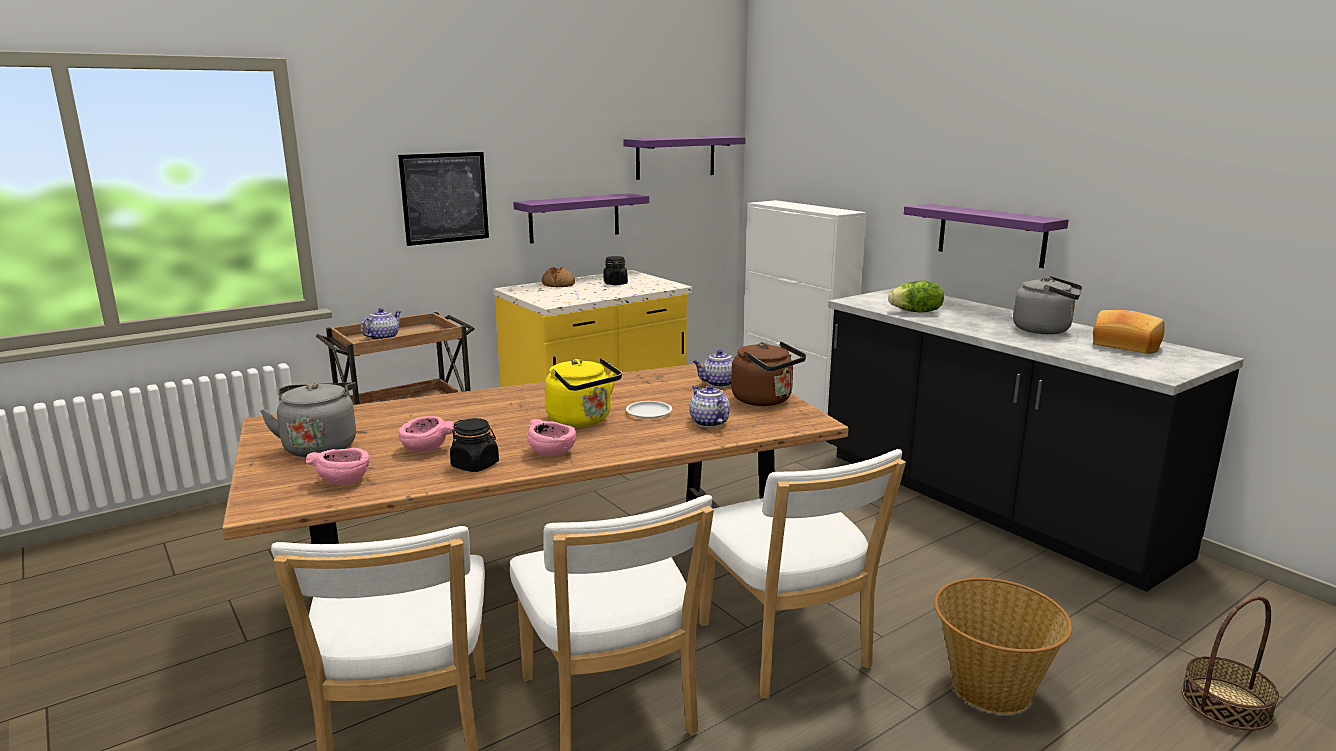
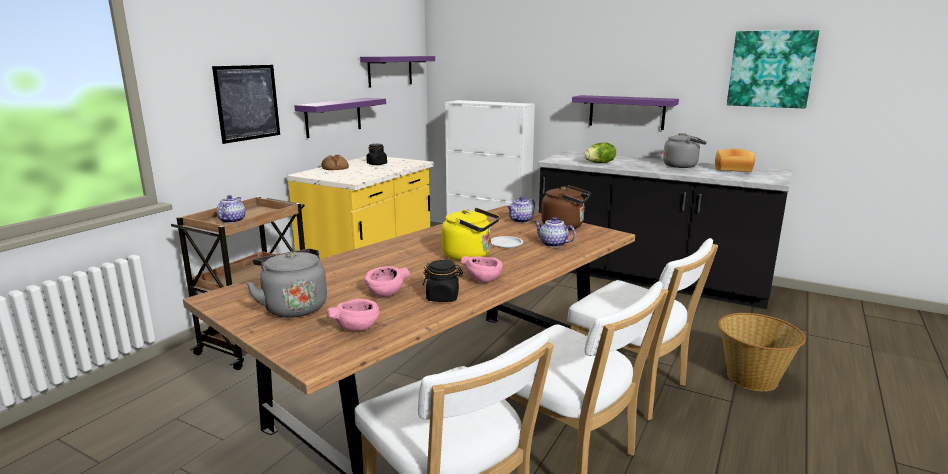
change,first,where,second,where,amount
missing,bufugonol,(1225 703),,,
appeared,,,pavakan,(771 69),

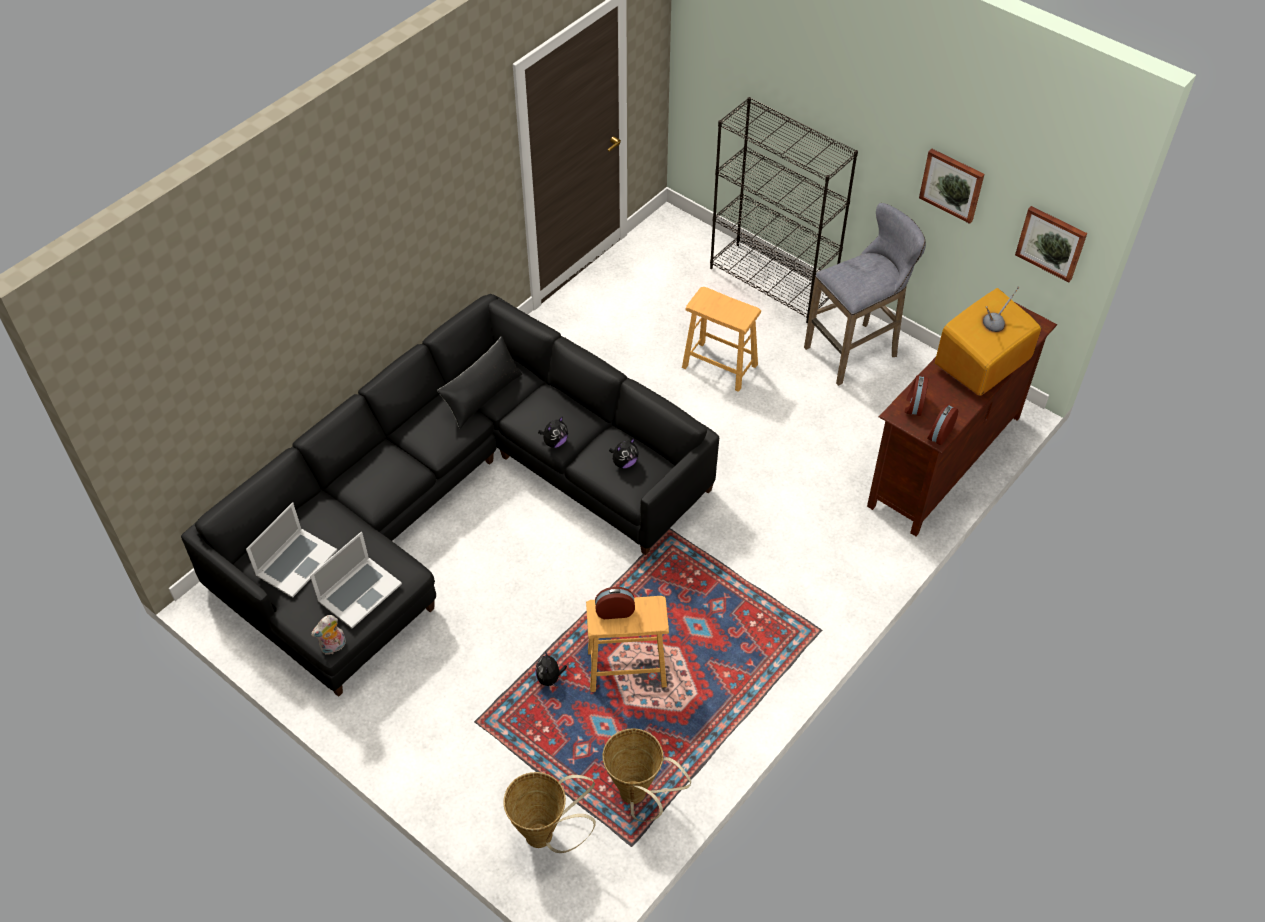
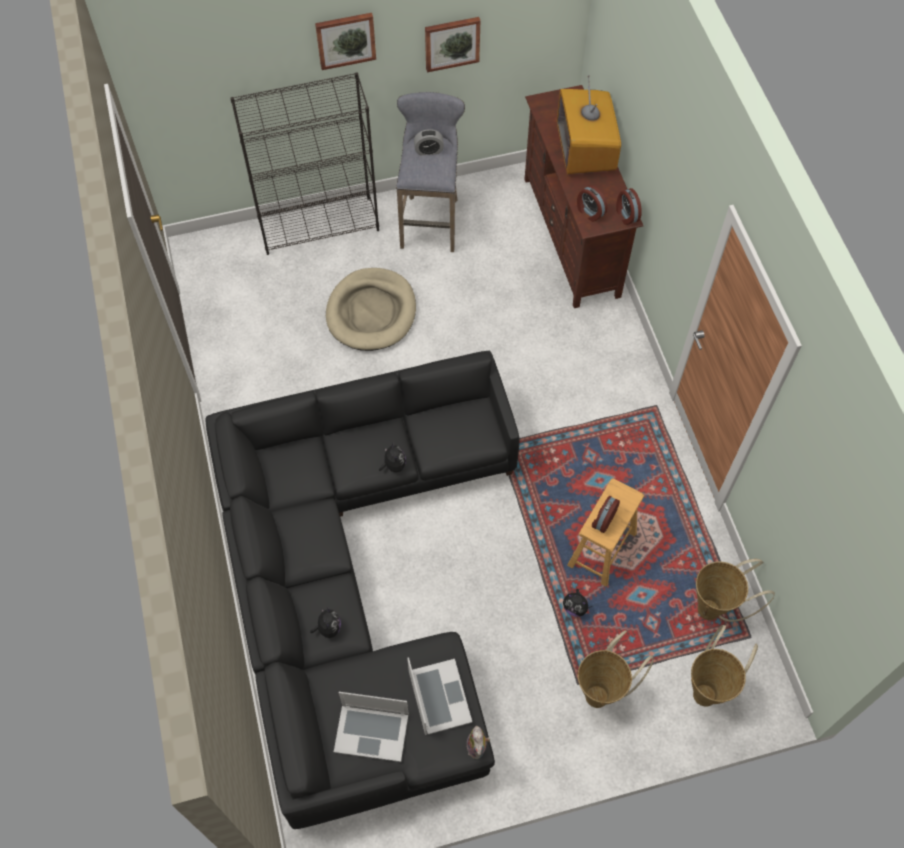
change,first,where,second,where,amount
missing,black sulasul,(482 395),,,
appeared,,,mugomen,(429 151),
appeared,,,bufugonol,(601 692),
relocated,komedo,(624 463),,(328 628),
relocated,pavakan,(1051 242),,(345 39),
exchanged,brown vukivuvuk,(719 366),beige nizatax,(371 312),
spun,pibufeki,(296 562),,(371 731),120 degrees clockwise

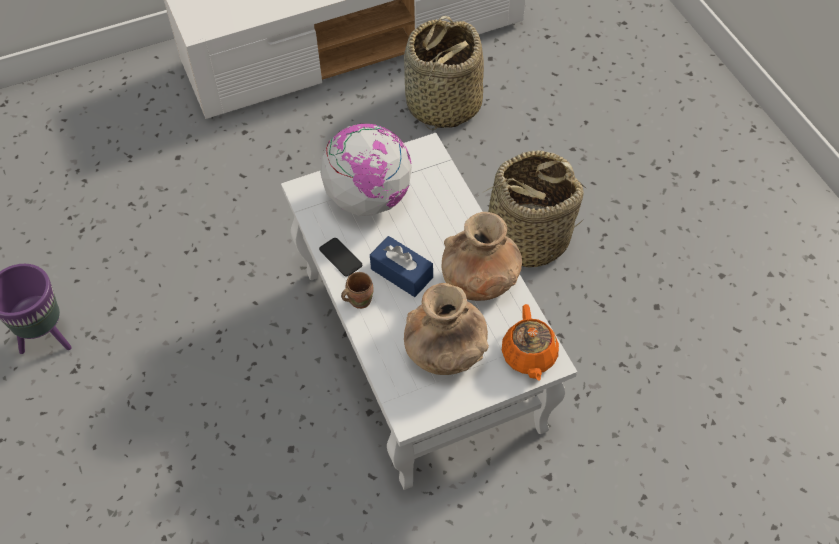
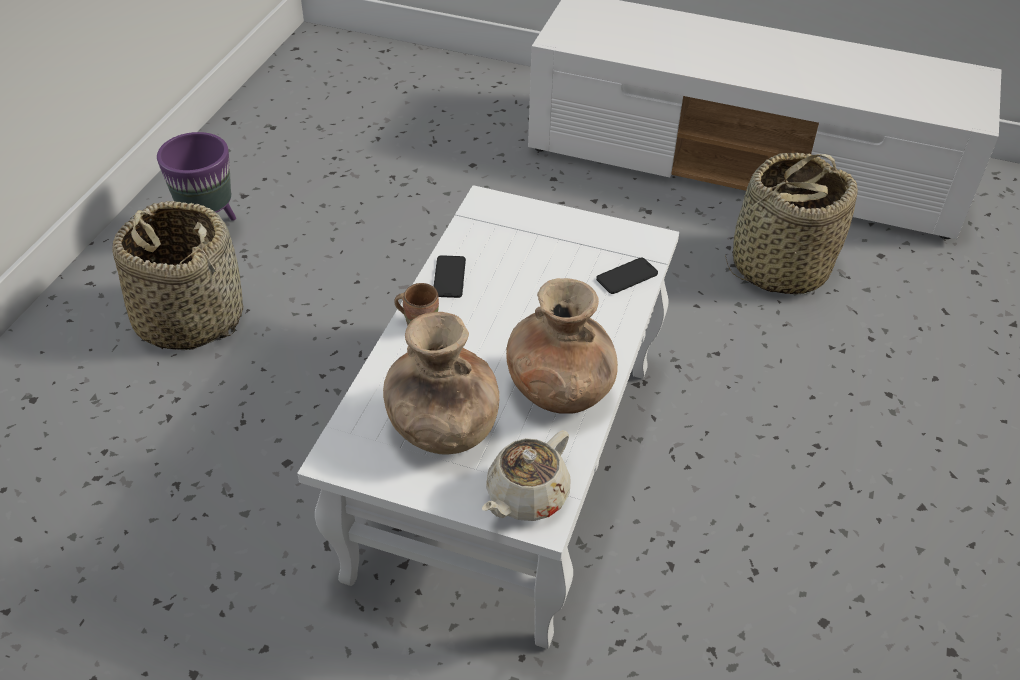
change,first,where,second,where,amount
missing,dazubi,(368 198),,,
missing,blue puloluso,(401 273),,,
appeared,,,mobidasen,(627 276),
relocated,bufugonol,(527 237),,(189 317),
colour,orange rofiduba,(529 356),beige rofiduba,(526 496),

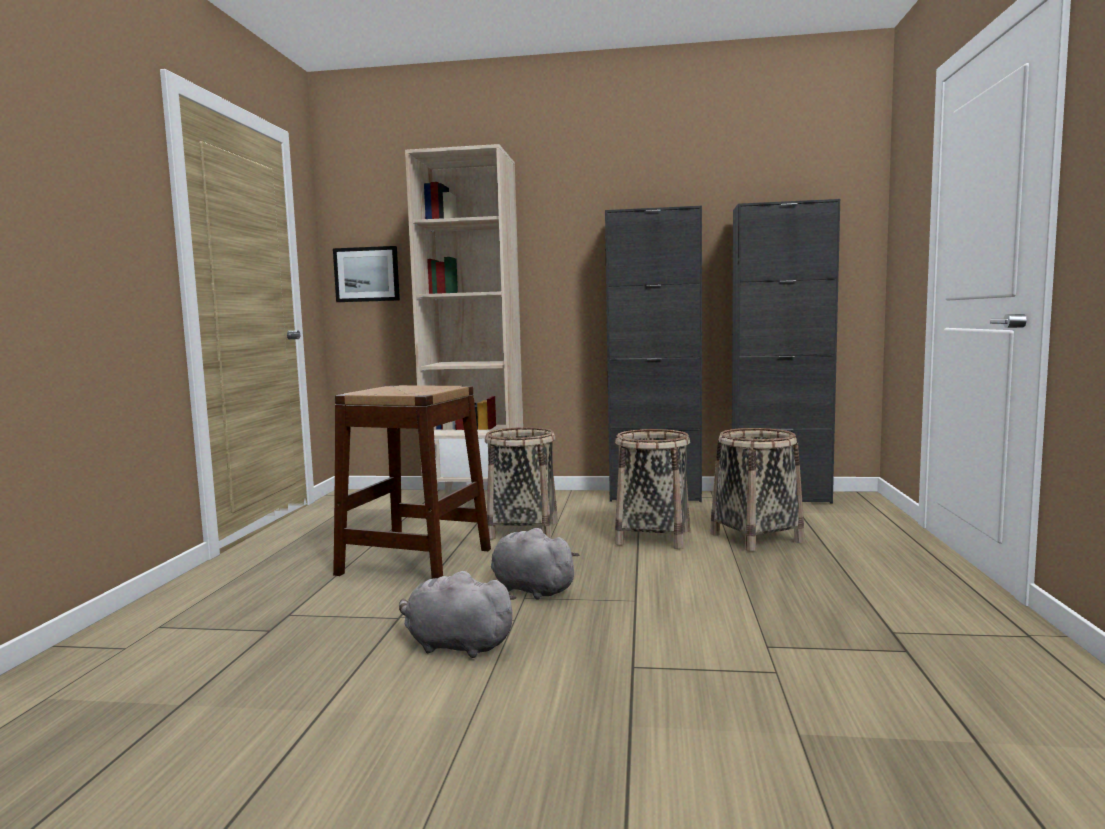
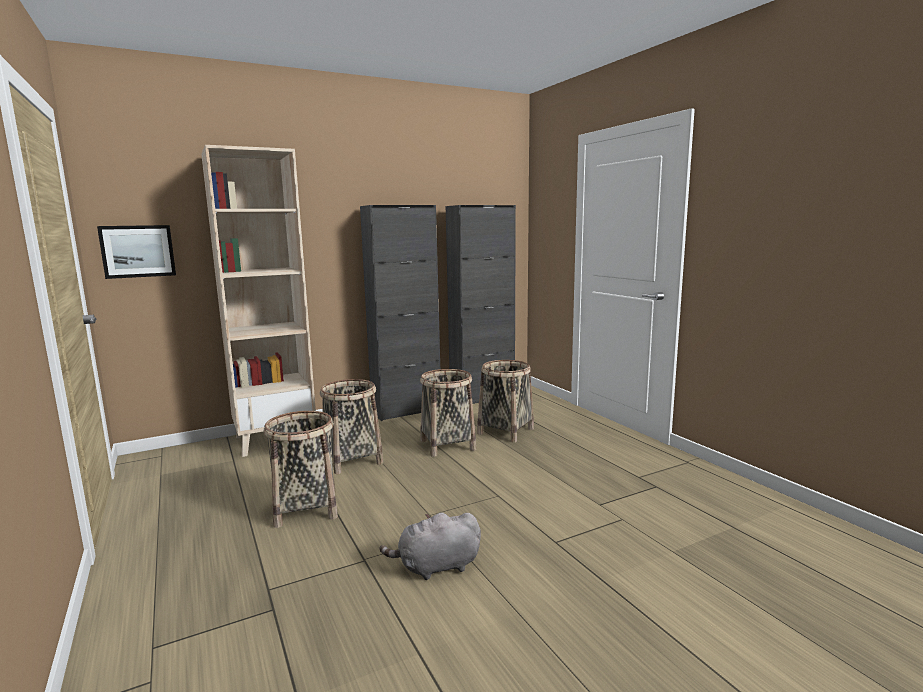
change,first,where,second,where,amount
missing,grey komedo,(530 589),,,
exchanged,brown vukivuvuk,(415 561),bufugonol,(306 508),

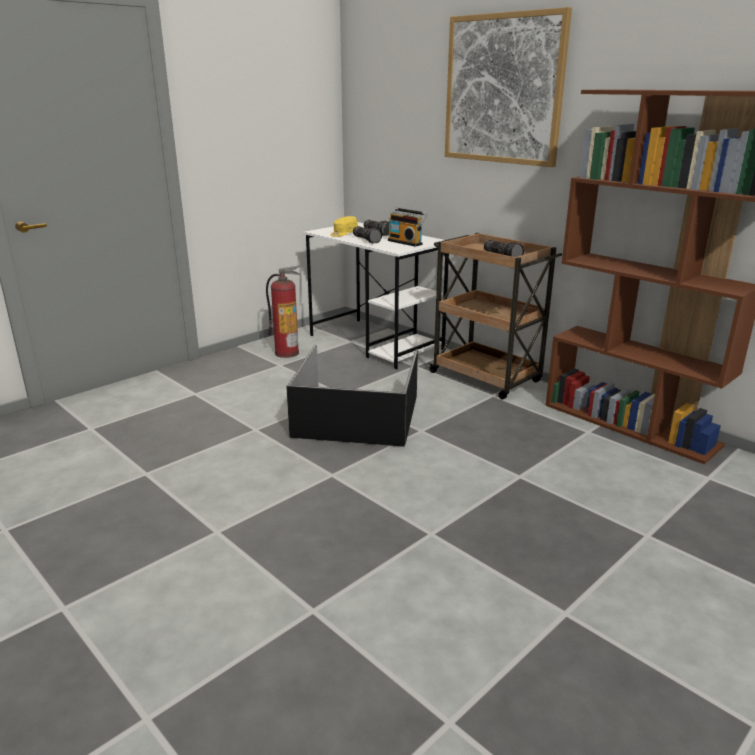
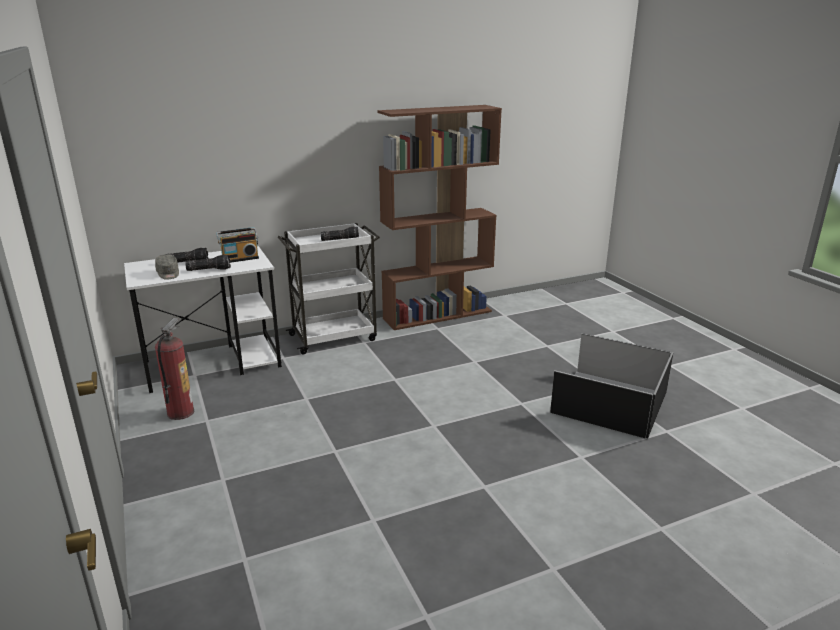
change,first,where,second,where,amount
missing,pavakan,(503 90),,,
relocated,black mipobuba,(358 416),,(609 401),
colour,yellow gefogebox,(343 233),grey gefogebox,(168 274),
colour,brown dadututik,(486 378),white dadututik,(334 337),

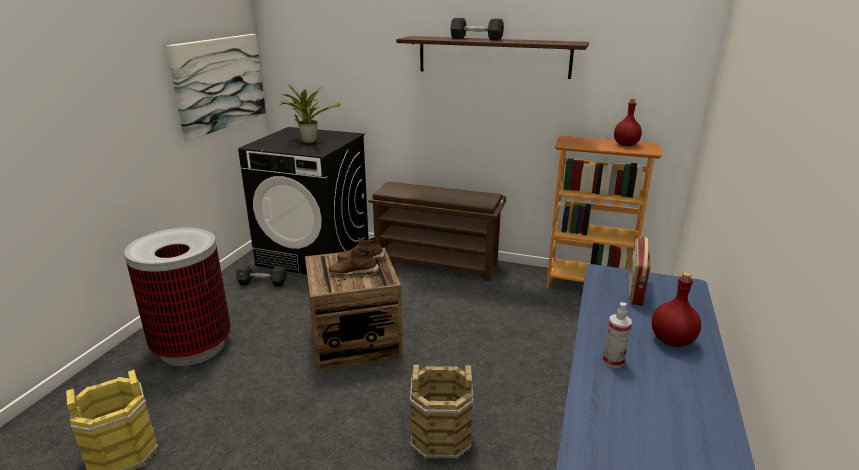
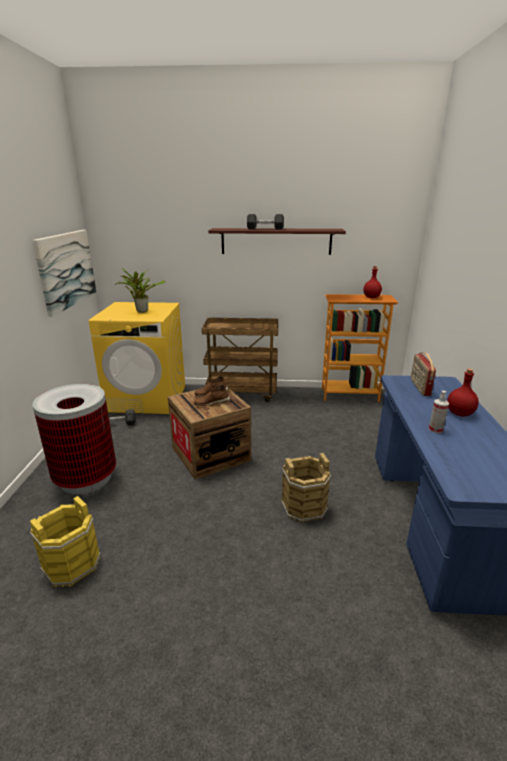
change,first,where,second,where,amount
exchanged,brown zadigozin,(437 262),brown dadututik,(242 393),
colour,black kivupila,(315 254),yellow kivupila,(147 398),

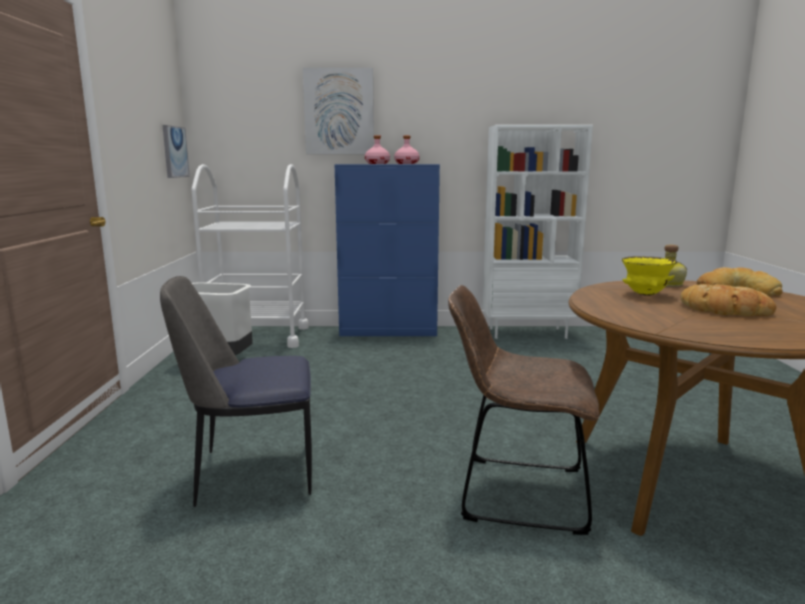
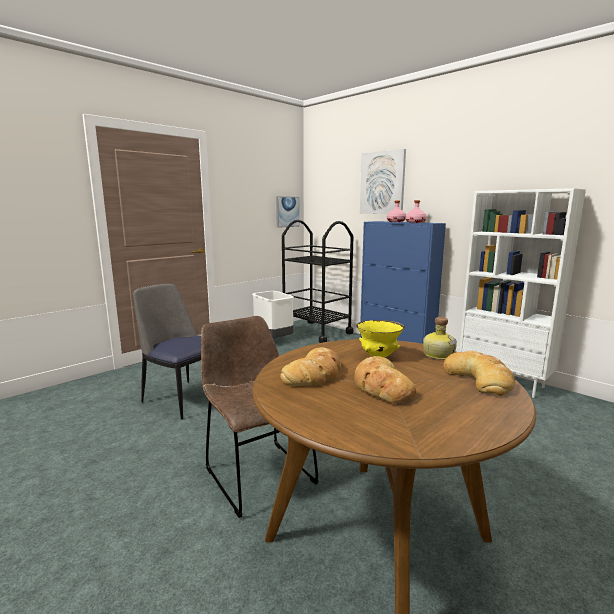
change,first,where,second,where,amount
appeared,,,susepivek,(315 374),
colour,white dadututik,(257 337),black dadututik,(316 331),

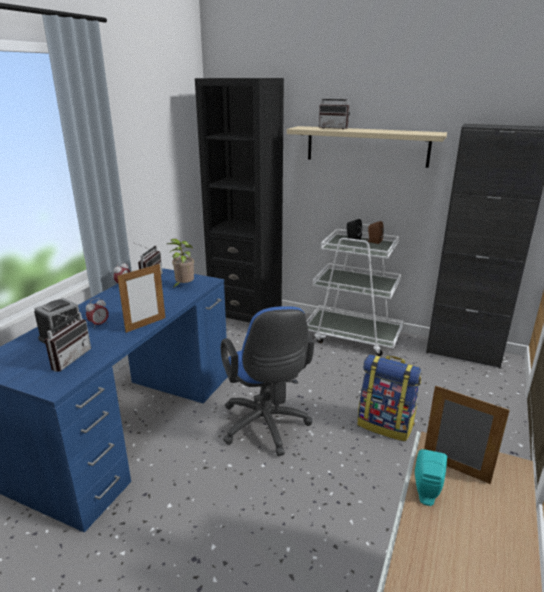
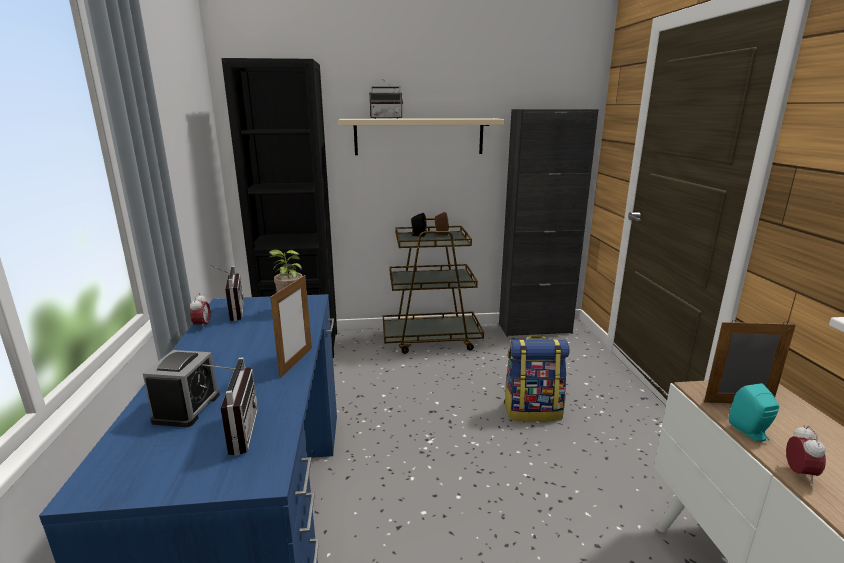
change,first,where,second,where,amount
missing,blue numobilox,(266 428),,,
relocated,mugomen,(99 325),,(799 473),
colour,white dadututik,(353 336),brown dadututik,(431 339),

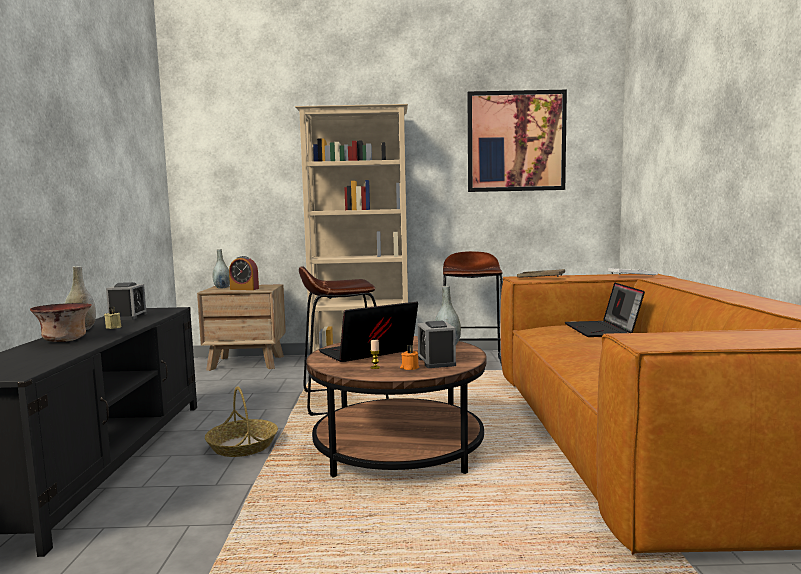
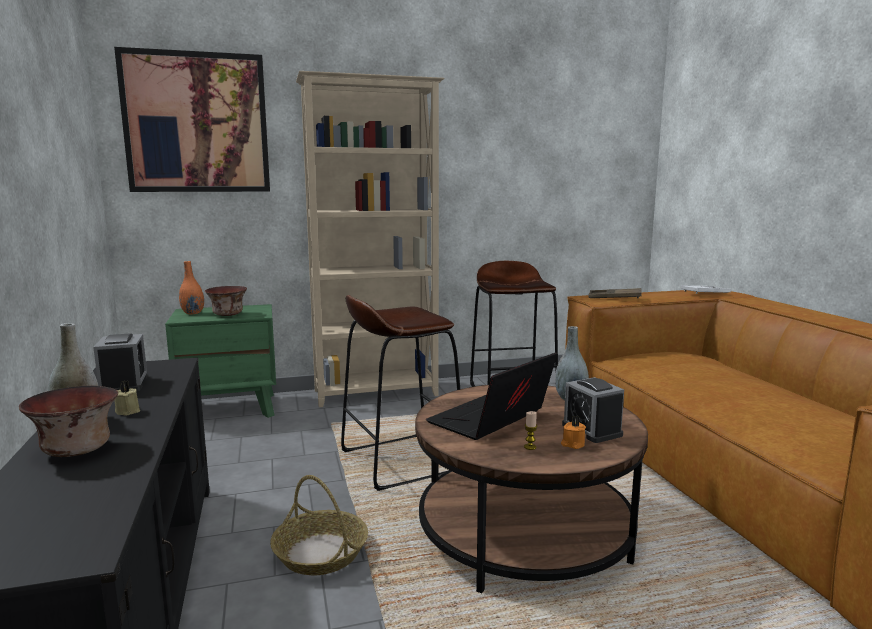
change,first,where,second,where,amount
missing,pibufeki,(602 330),,,
relocated,pavakan,(516 141),,(197 123),
exchanged,mugomen,(244 289),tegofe,(228 315),
colour,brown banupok,(247 363),green banupok,(230 409),
colour,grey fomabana,(222 288),orange fomabana,(193 313),

